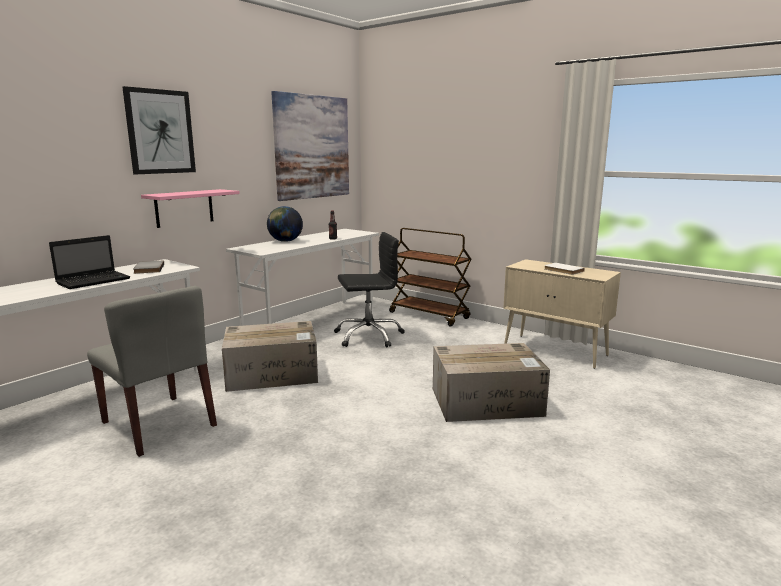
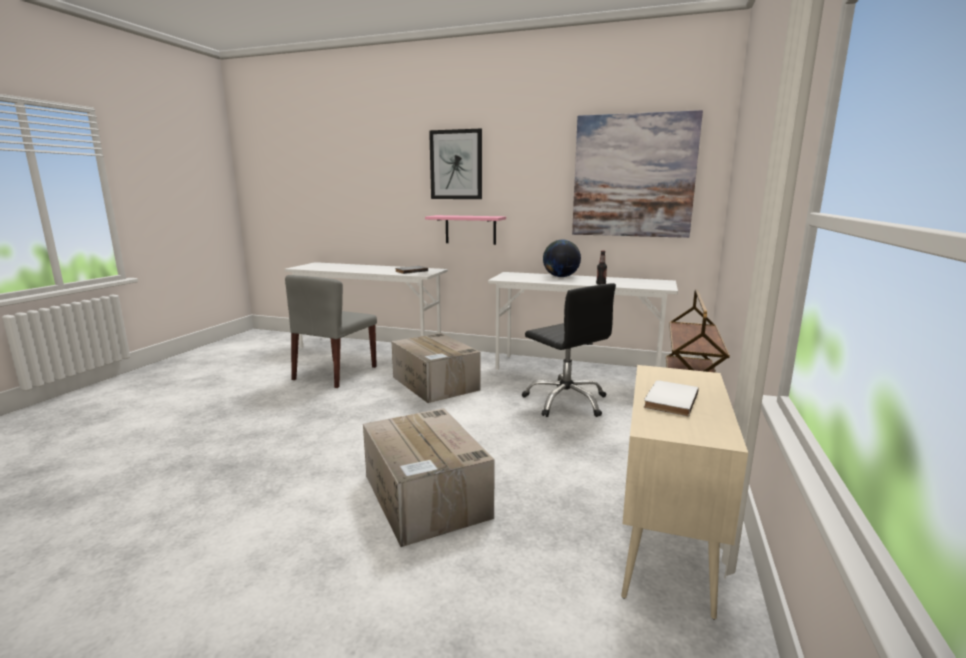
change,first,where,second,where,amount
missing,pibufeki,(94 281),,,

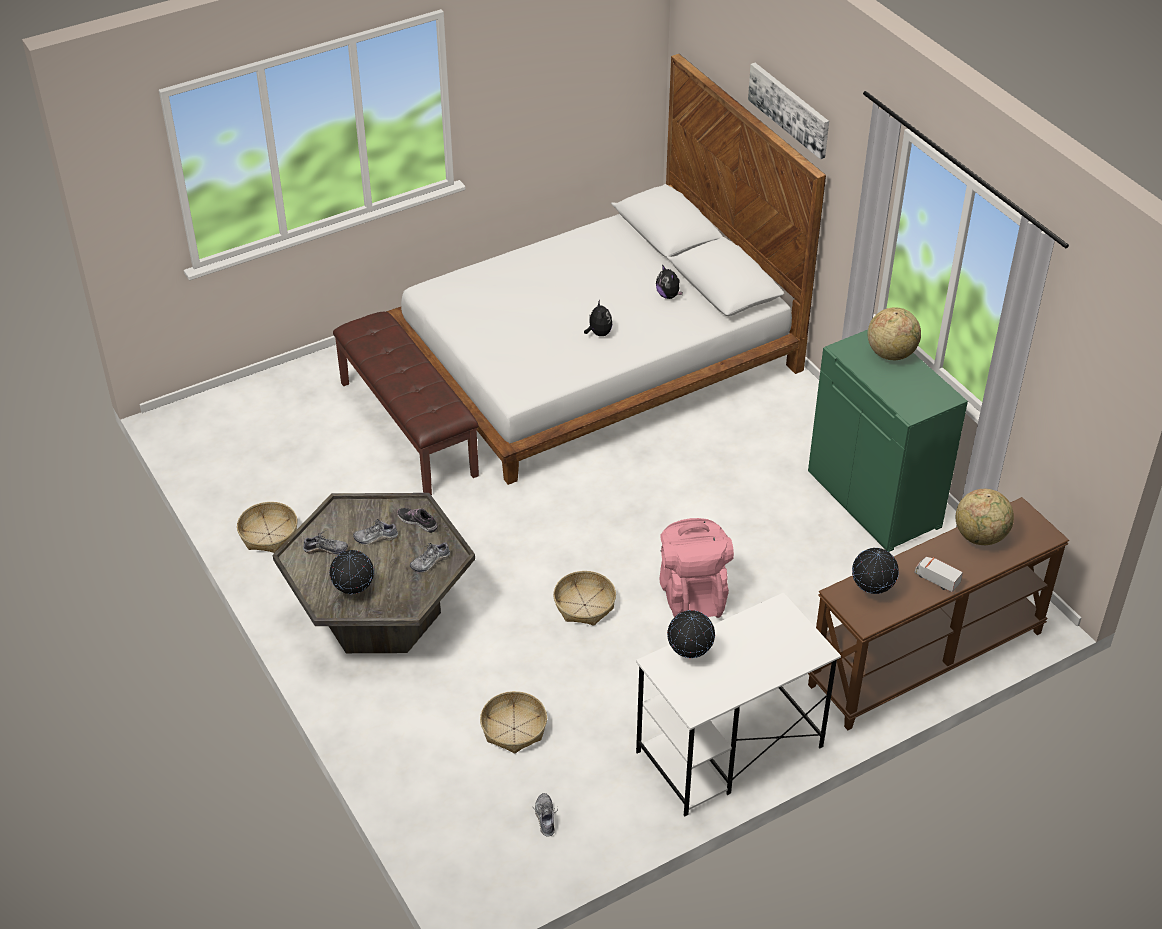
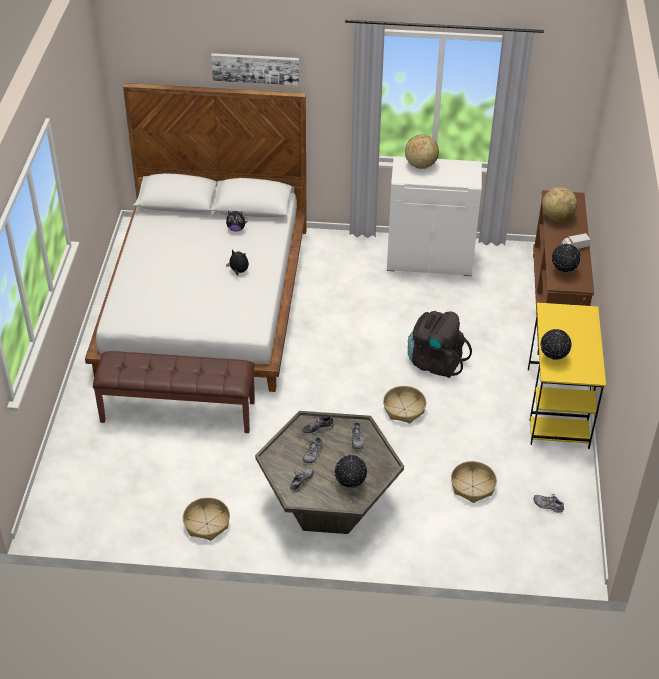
change,first,where,second,where,amount
colour,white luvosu,(728 750),yellow luvosu,(557 408),
colour,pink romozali,(692 594),black romozali,(435 362),
colour,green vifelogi,(875 499),white vifelogi,(430 259),

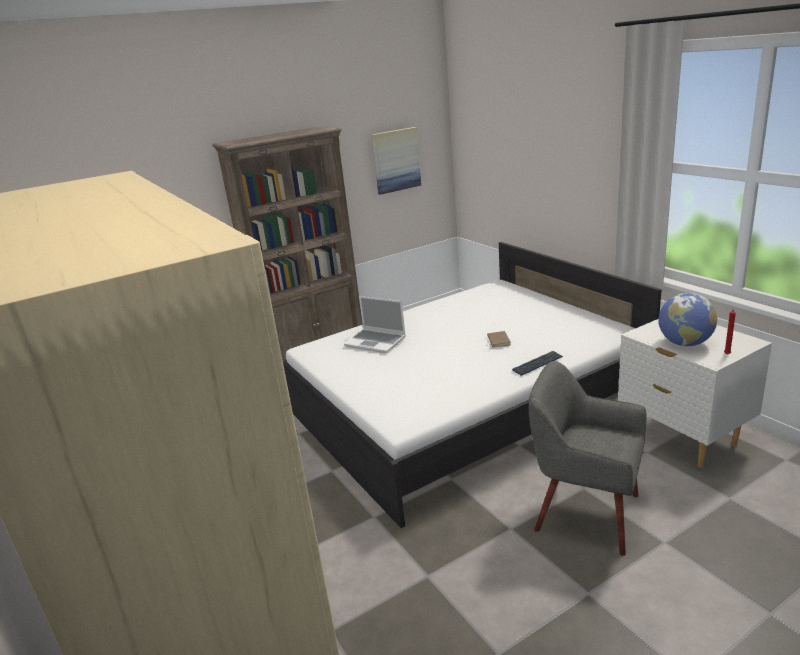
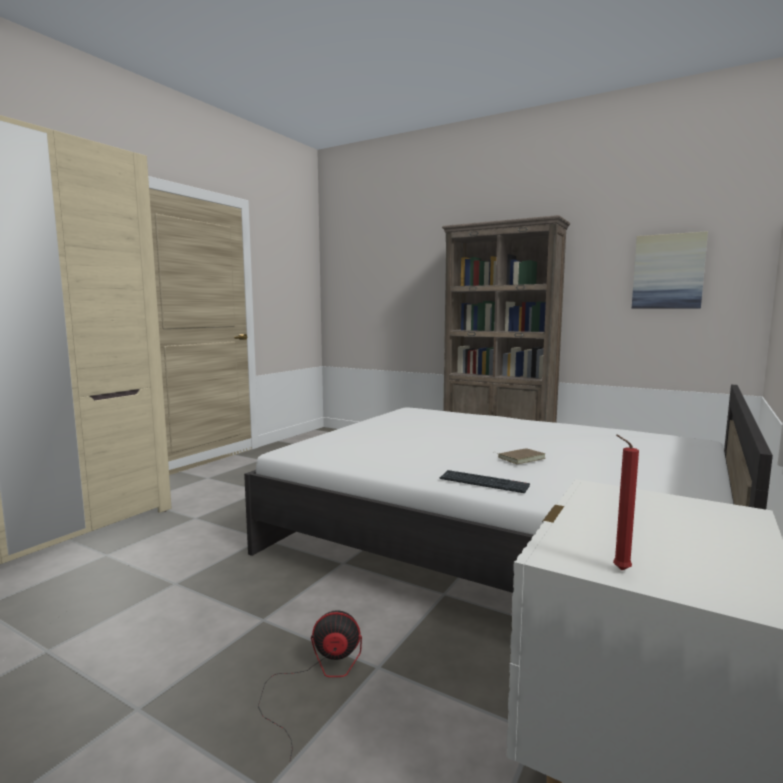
change,first,where,second,where,amount
missing,pibufeki,(376 342),,,
missing,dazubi,(684 343),,,
exchanged,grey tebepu,(585 512),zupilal,(317 678),

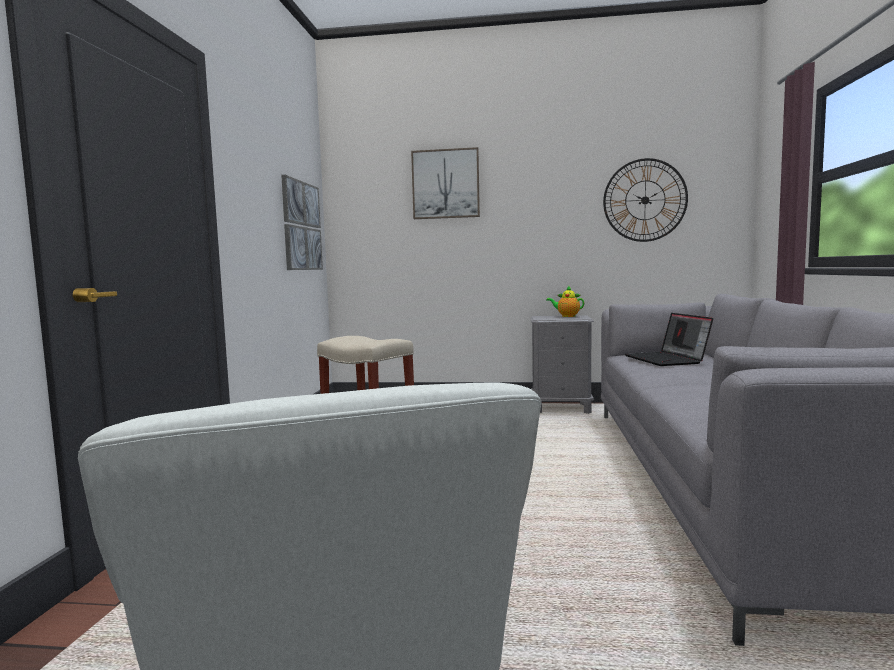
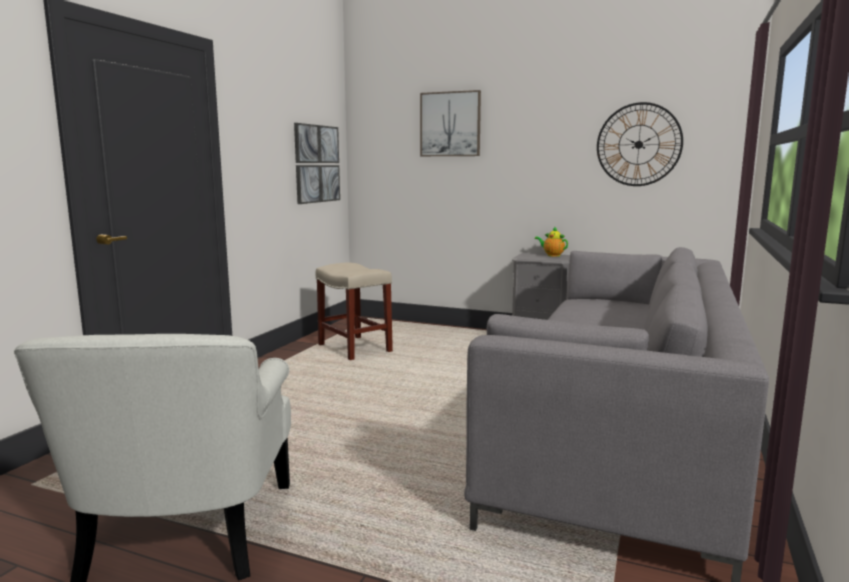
change,first,where,second,where,amount
missing,pibufeki,(667 360),,,

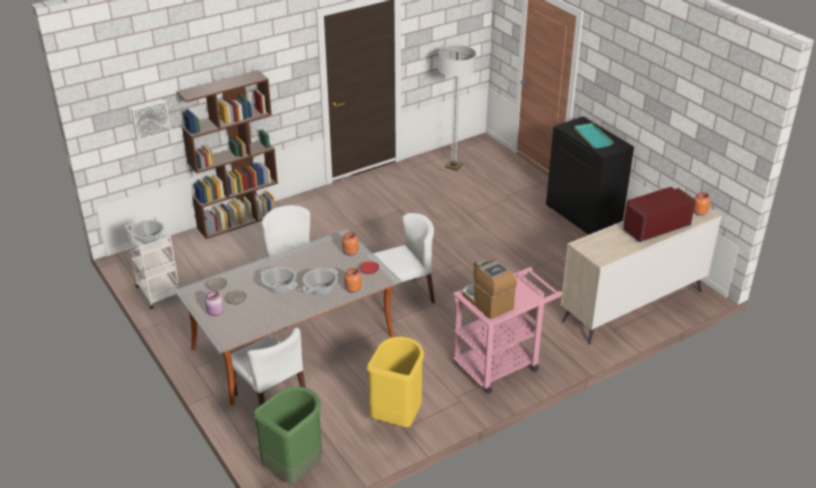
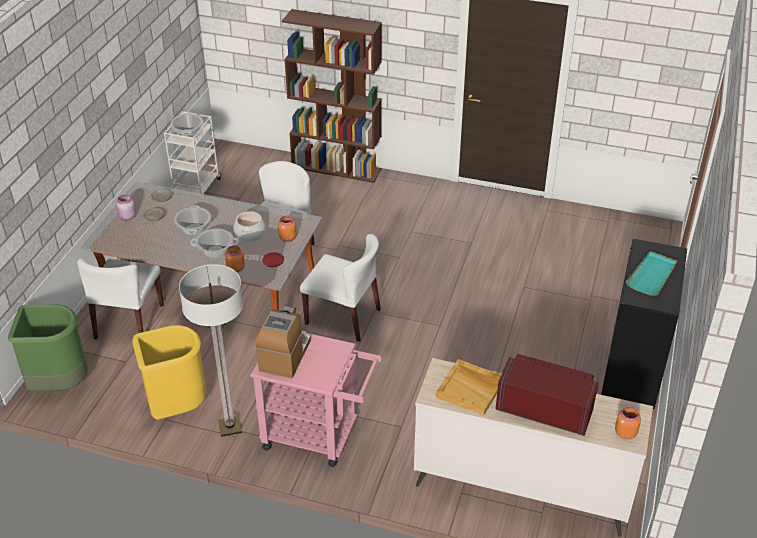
change,first,where,second,where,amount
missing,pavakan,(150 119),,,
appeared,,,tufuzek,(250 234),
appeared,,,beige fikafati,(471 389),
relocated,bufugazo,(453 166),,(230 427),

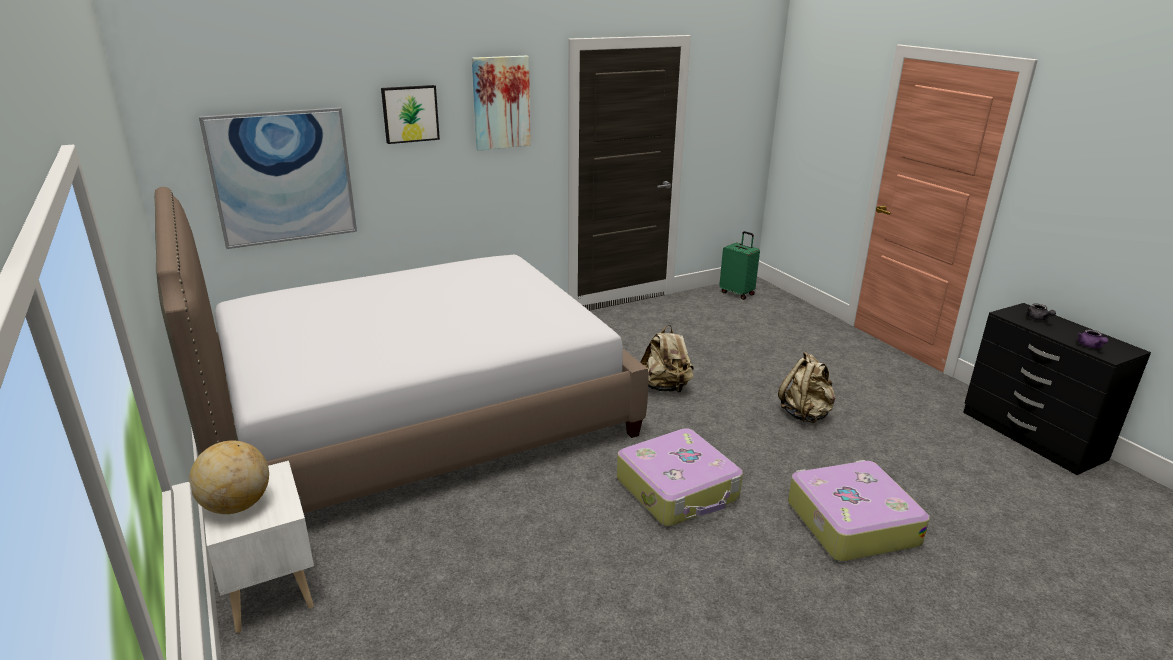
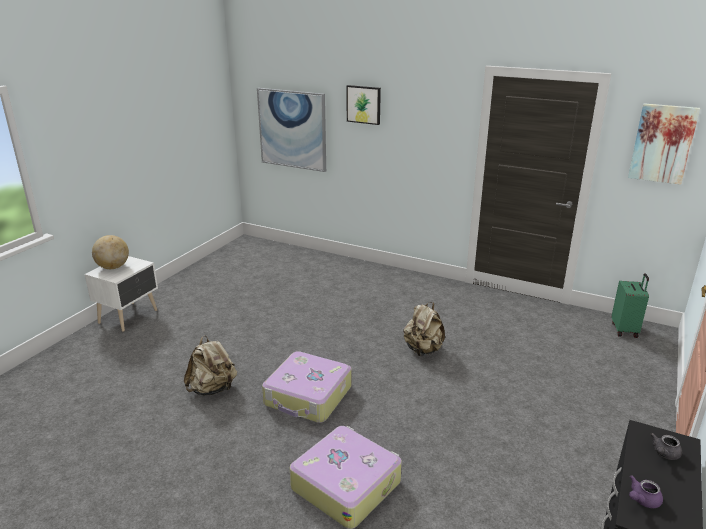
change,first,where,second,where,amount
missing,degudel,(416 417),,,
relocated,pavakan,(501 103),,(662 143),
relocated,beige romozali,(805 414),,(213 389),

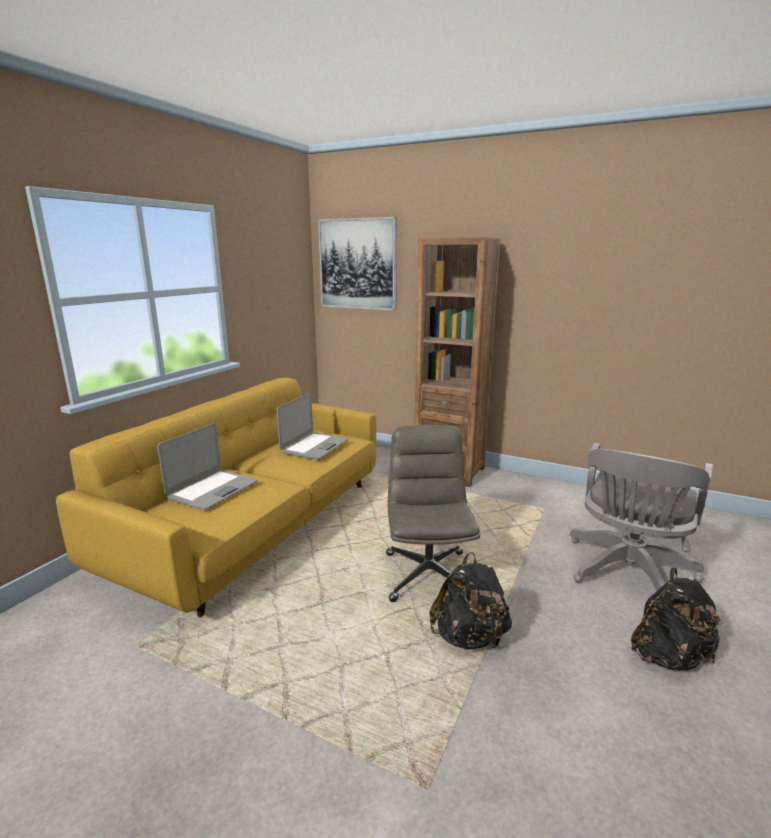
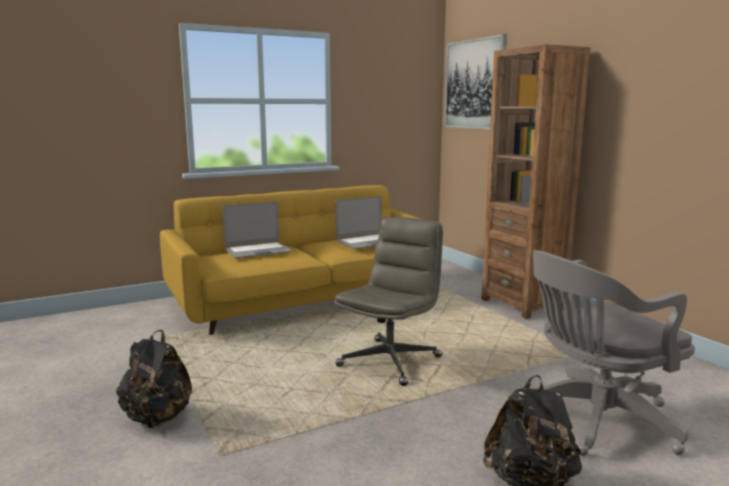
change,first,where,second,where,amount
relocated,black romozali,(469 637),,(158 418),

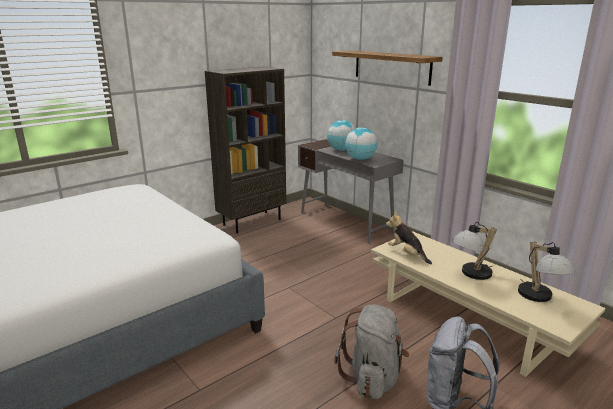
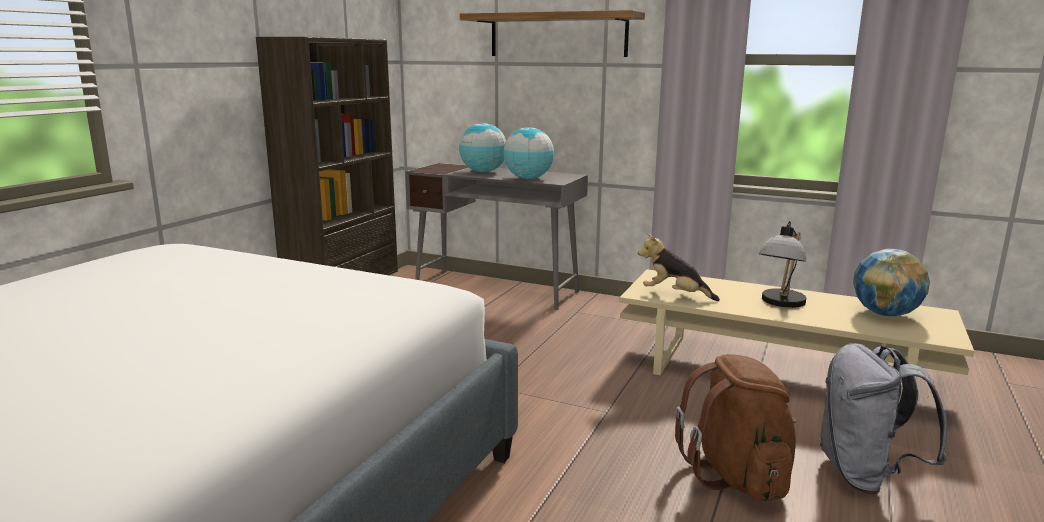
change,first,where,second,where,amount
exchanged,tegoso,(539 298),dazubi,(885 314),
colour,grey romozali,(373 378),brown romozali,(737 476),

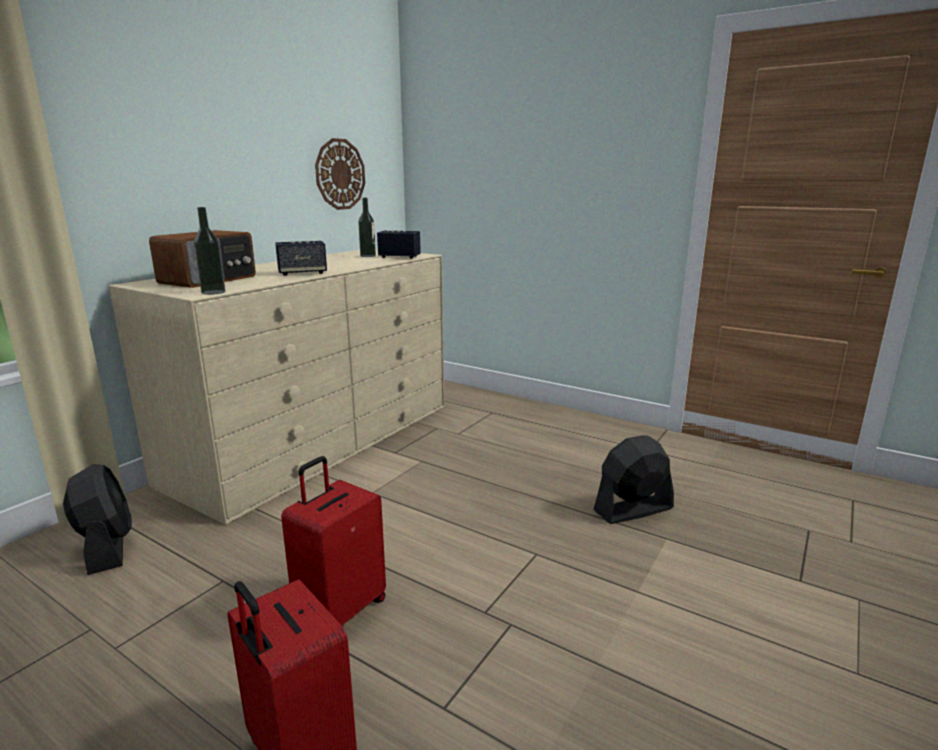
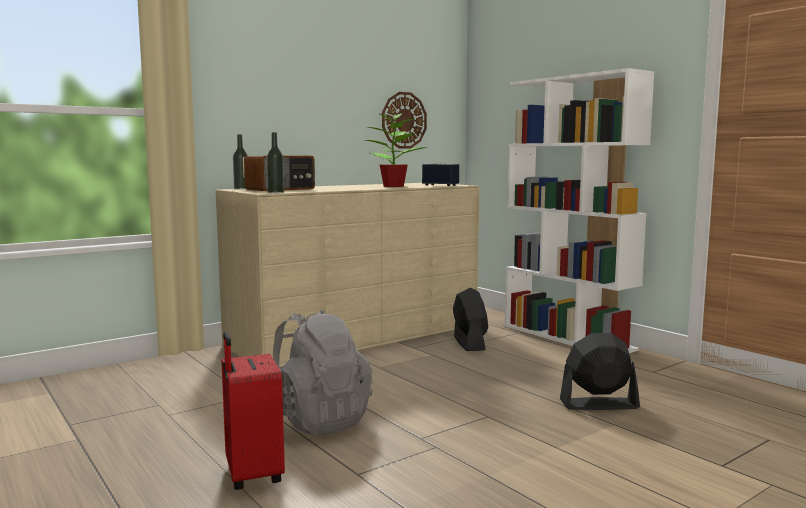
change,first,where,second,where,amount
missing,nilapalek,(302 273),,,
appeared,,,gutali,(393 186),
appeared,,,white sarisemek,(568 337),
relocated,black zupilal,(107 547),,(469 343),
relocated,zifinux,(368 256),,(241 189),
exchanged,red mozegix,(340 609),grey romozali,(317 421),

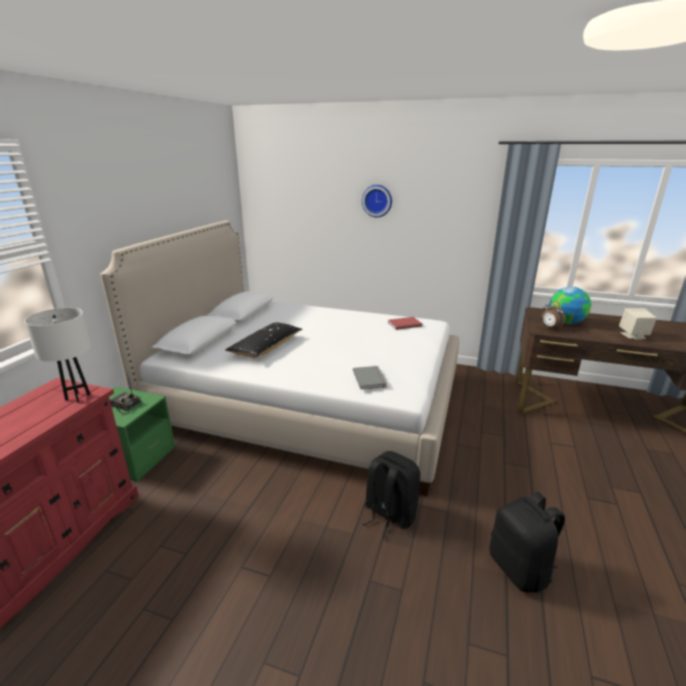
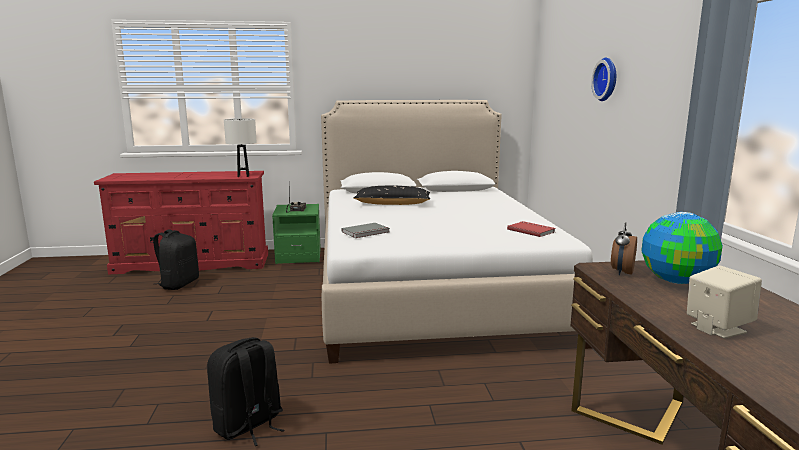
change,first,where,second,where,amount
relocated,black romozali,(389 514),,(178 284),

